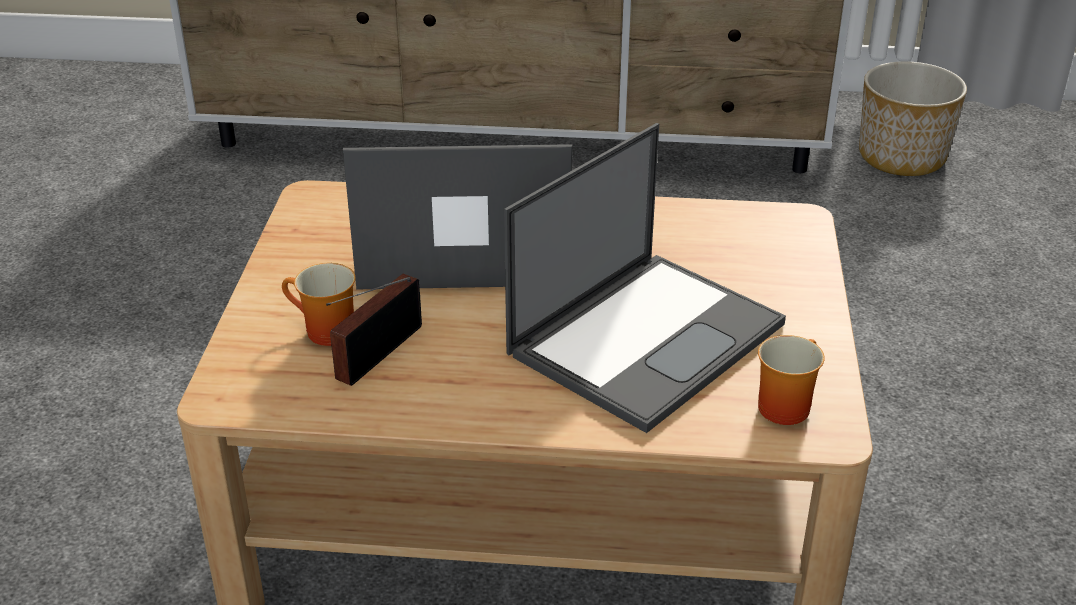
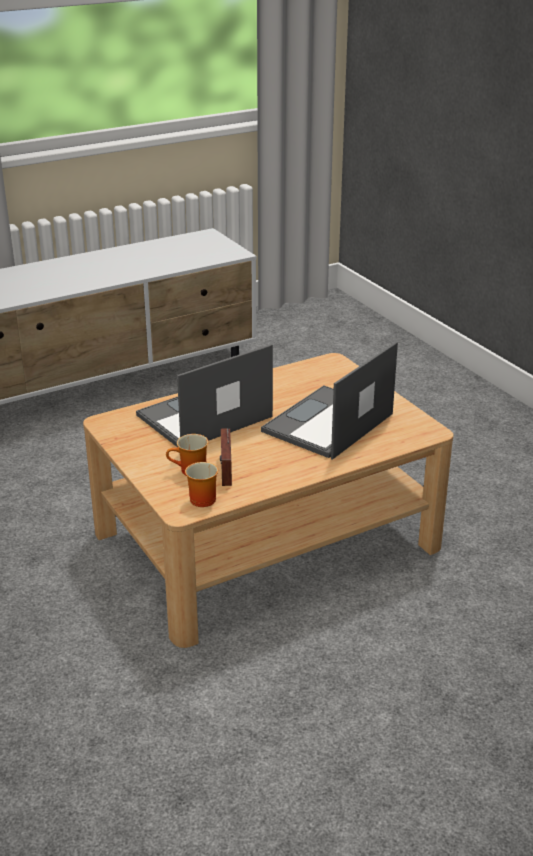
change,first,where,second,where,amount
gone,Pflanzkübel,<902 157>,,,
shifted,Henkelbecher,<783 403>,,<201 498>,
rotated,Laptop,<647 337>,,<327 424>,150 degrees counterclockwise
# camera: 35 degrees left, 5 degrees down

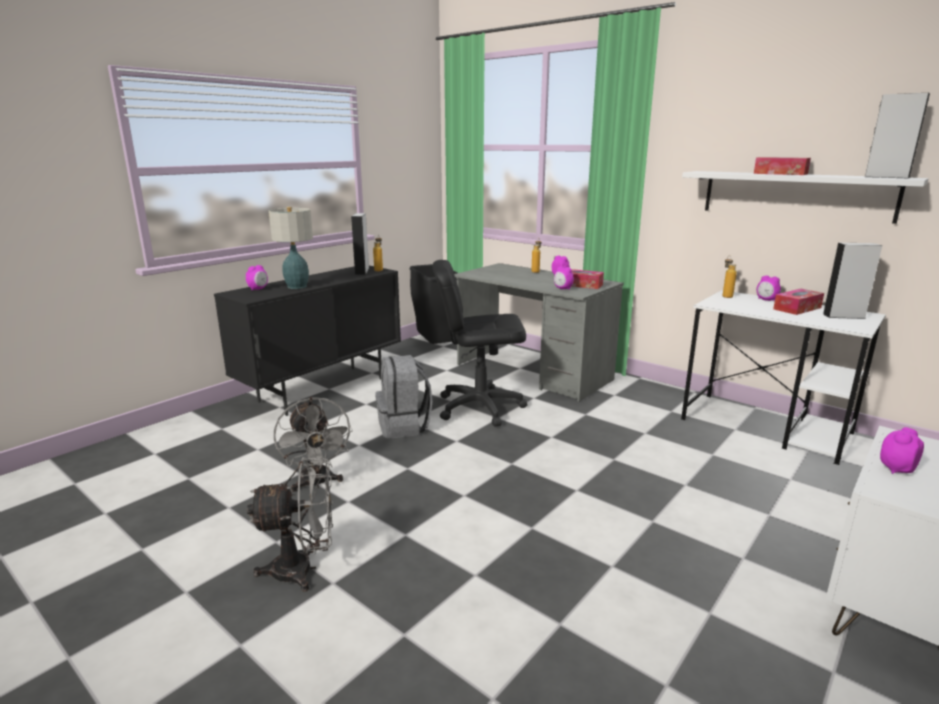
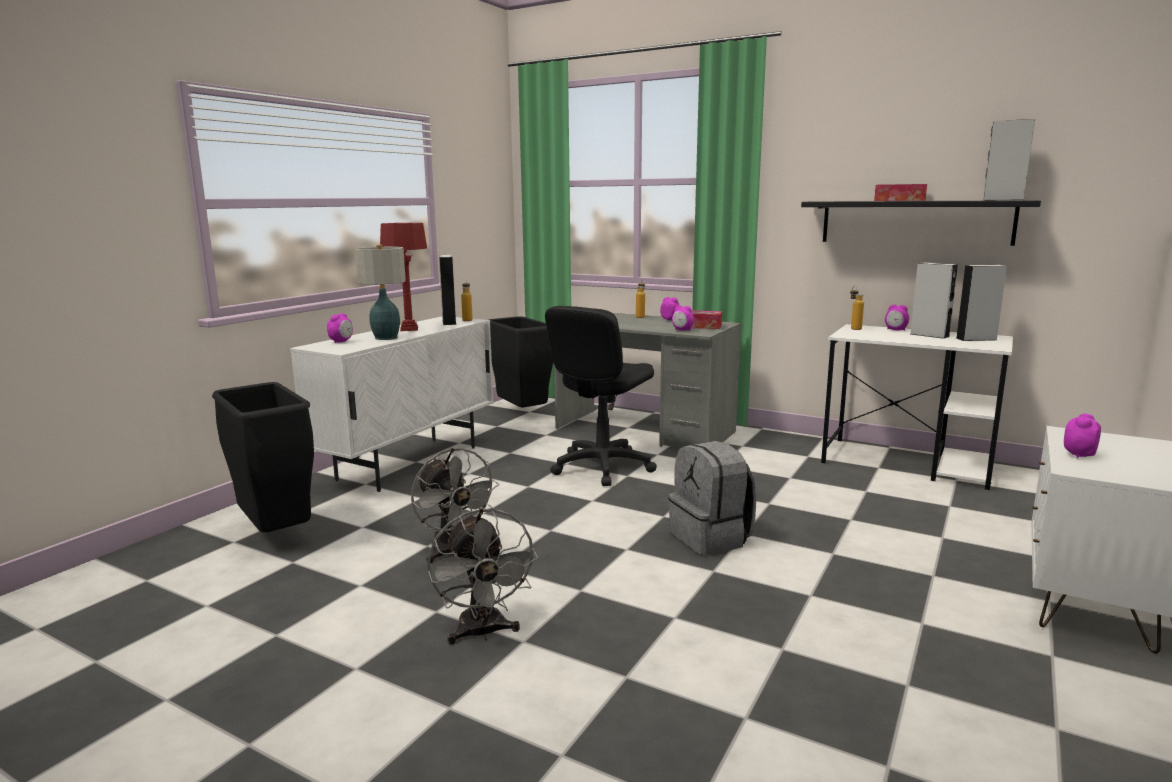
change,first,where,second,where,amount
new,,,Mülleimer (schwarz),<278 534>,
new,,,Tischlampe (rot),<409 329>,
shifted,Rucksack (grau),<404 426>,,<711 538>,
swapped,Taschentuchbox,<797 308>,Lautsprecher (grau),<929 335>,
repainted,Schrank (schwarz),<323 389>,Schrank (weiß),<409 463>,
repainted,Wandregal (weiß),<796 195>,Wandregal (schwarz),<915 222>,
rotated,Ventilator (grau),<303 569>,,<483 633>,90 degrees clockwise
rotated,Bürostuhl (schwarz),<479 407>,,<602 467>,45 degrees counterclockwise
# camera: 10 degrees left, 5 degrees down

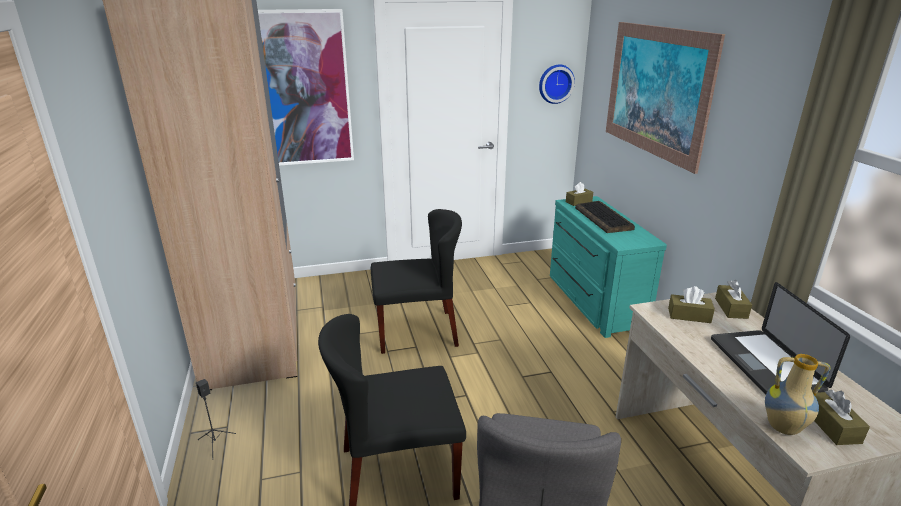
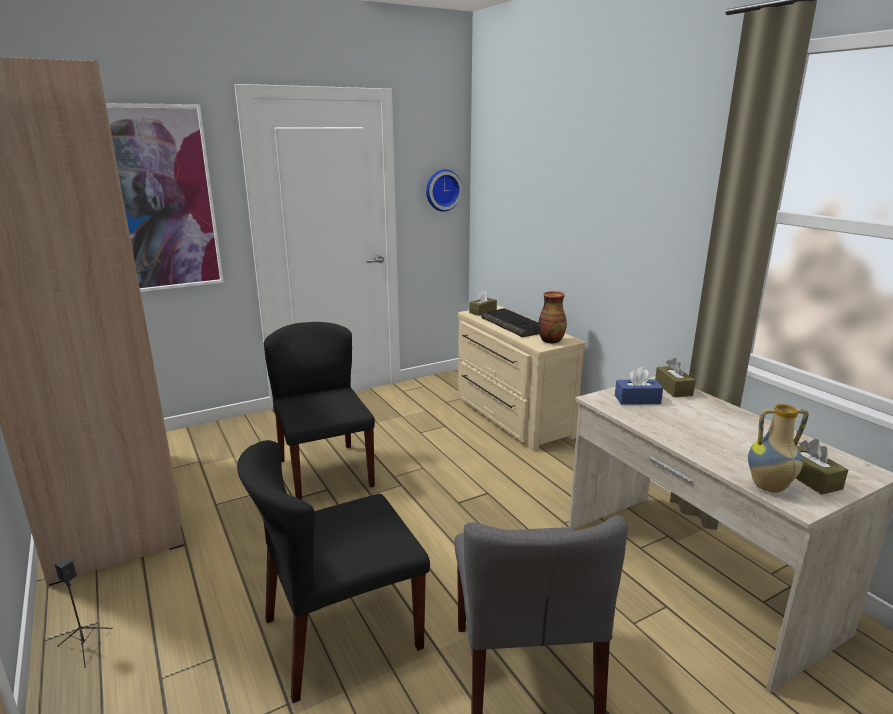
change,first,where,second,where,amount
gone,Bild,<656 91>,,,
gone,Laptop,<765 364>,,,
new,,,Vase,<550 340>,
repainted,Kommode (türkis),<592 301>,Kommode (beige),<510 417>,
repainted,Taschentuchbox (braun),<689 315>,Taschentuchbox (blau),<637 400>,
rotated,Stuhl (schwarz),<417 331>,,<324 472>,90 degrees counterclockwise
# camera: 15 degrees left, 5 degrees down

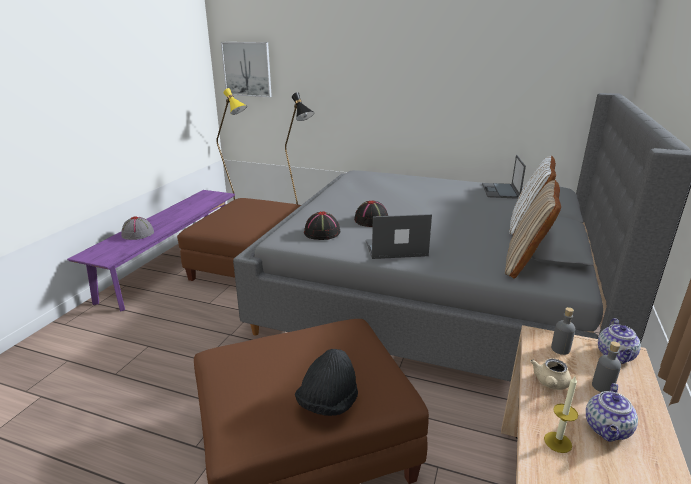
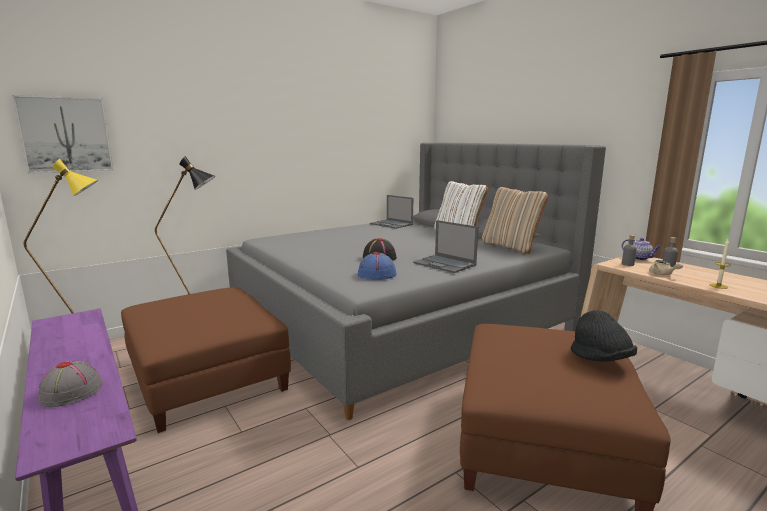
change,first,where,second,where,amount
gone,Teekanne,<607 430>,,,
repainted,Hut (schwarz),<322 233>,Hut (blau),<377 274>,
rotated,Laptop,<395 248>,,<445 264>,75 degrees counterclockwise
# camera: 55 degrees left, 10 degrees down

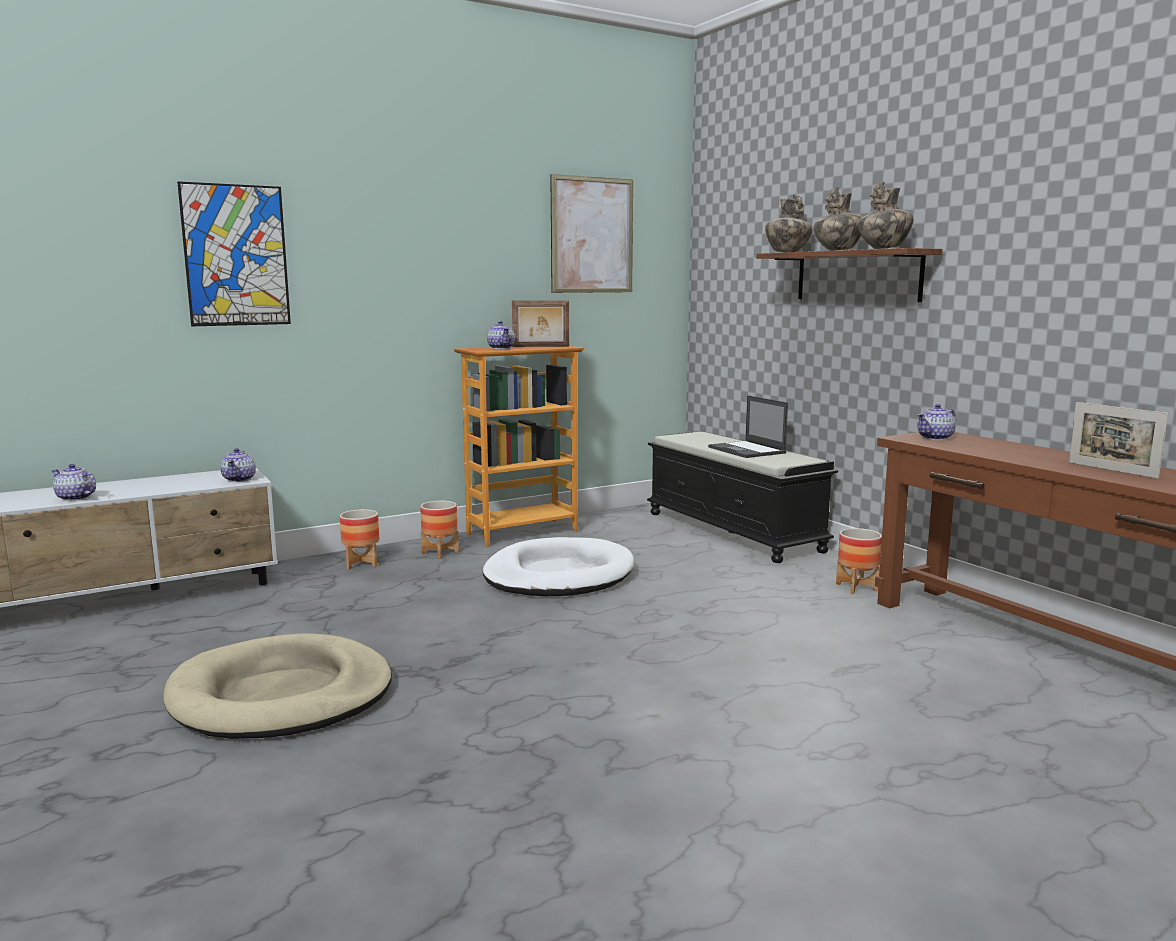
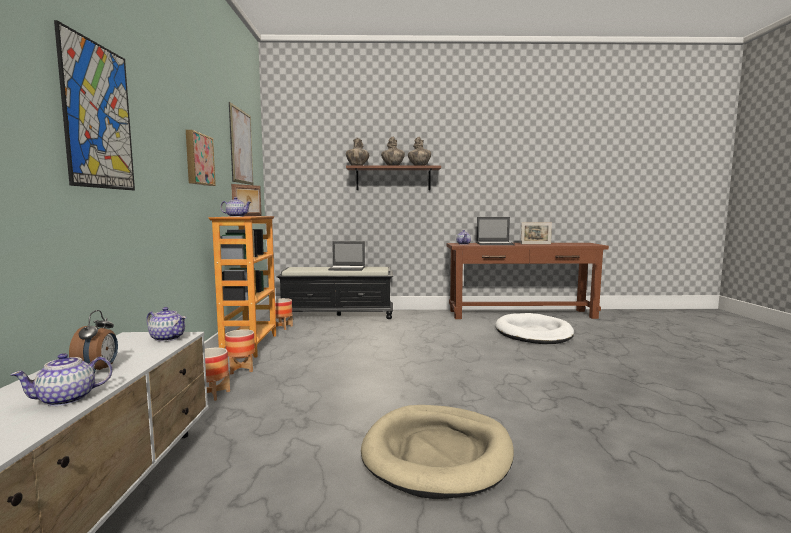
change,first,where,second,where,amount
new,,,Wecker,<98 371>,
new,,,Bild,<198 159>,
new,,,Laptop,<495 244>,
shifted,Hundebett (weiß),<558 575>,,<533 333>,
shifted,Pflanzkübel,<857 587>,,<282 327>,
# camera: 60 degrees left, 5 degrees down

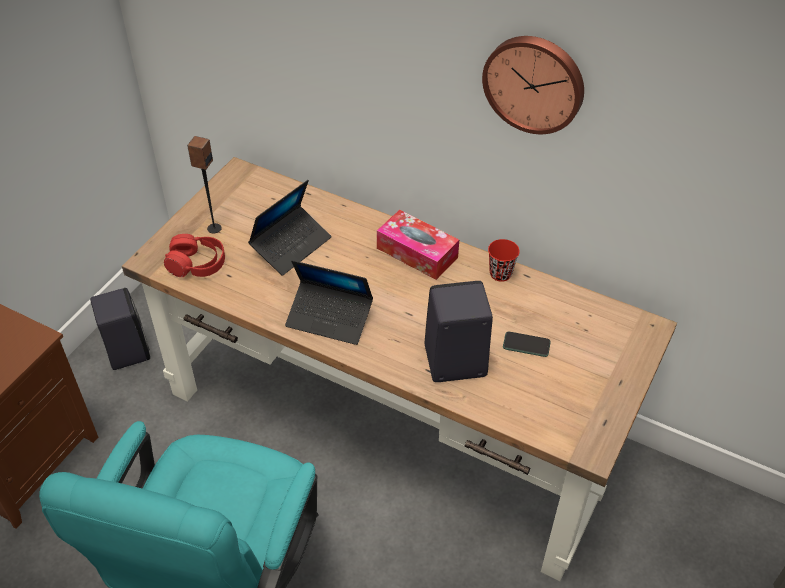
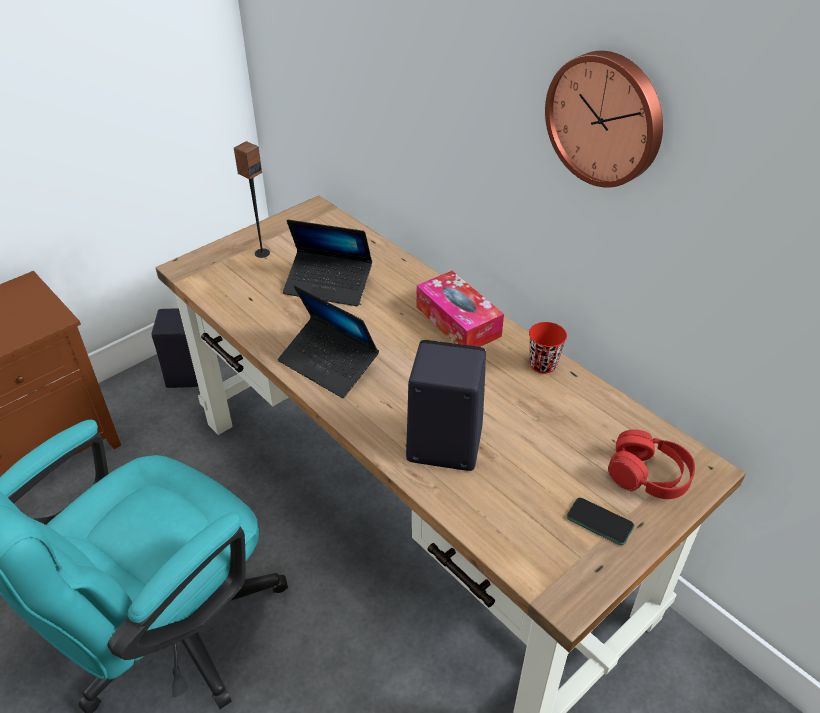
change,first,where,second,where,amount
shifted,Kopfhörer (rot),<197 264>,,<648 475>,
shifted,Handy,<526 345>,,<599 522>,
rotated,Laptop,<291 245>,,<328 285>,45 degrees clockwise
# camera: 20 degrees right, 5 degrees down

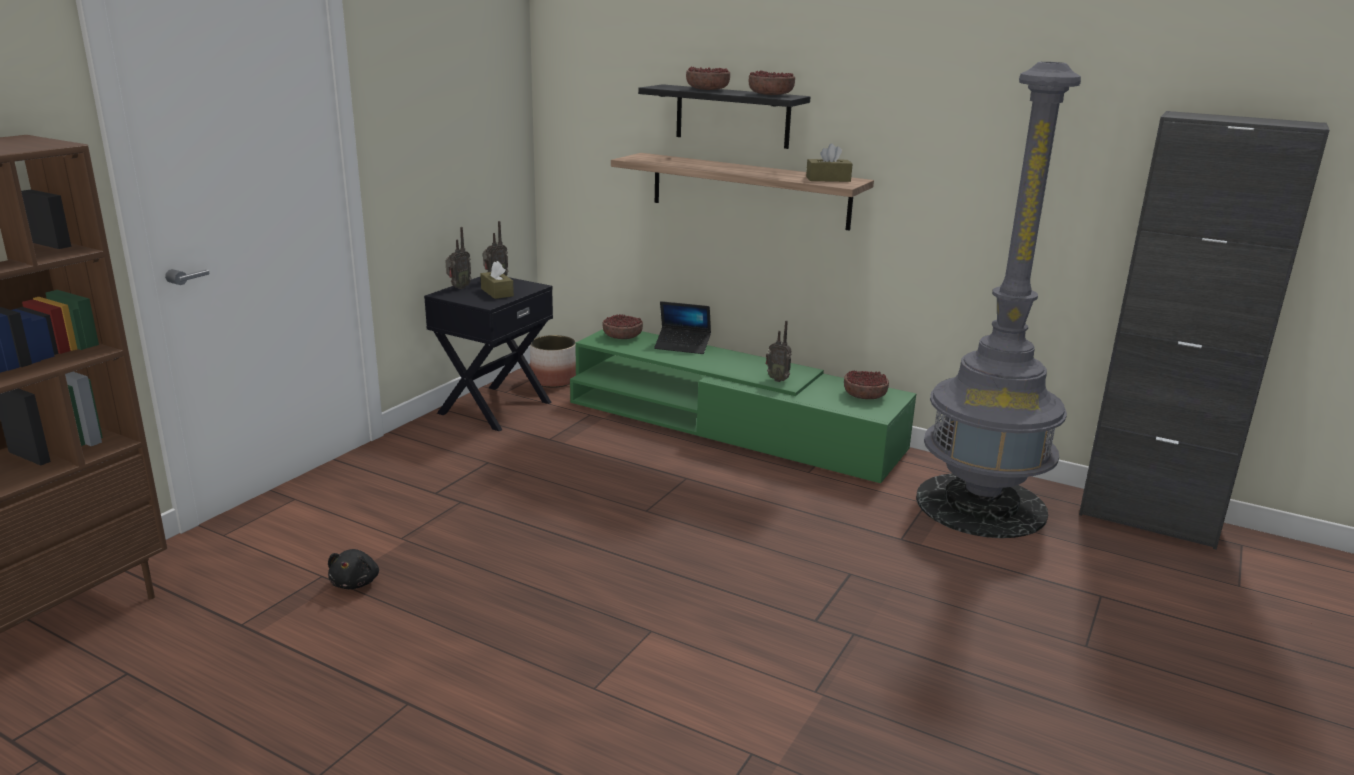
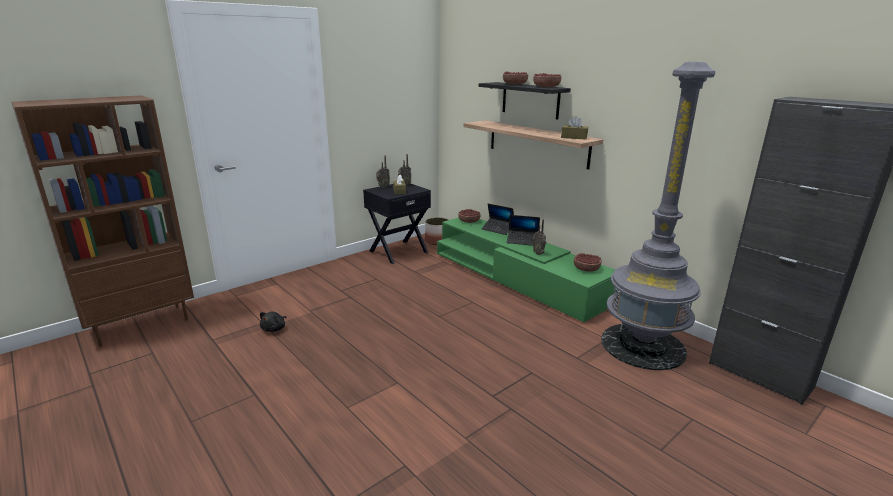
change,first,where,second,where,amount
new,,,Laptop,<522 241>,
# camera: 20 degrees right, 0 degrees up

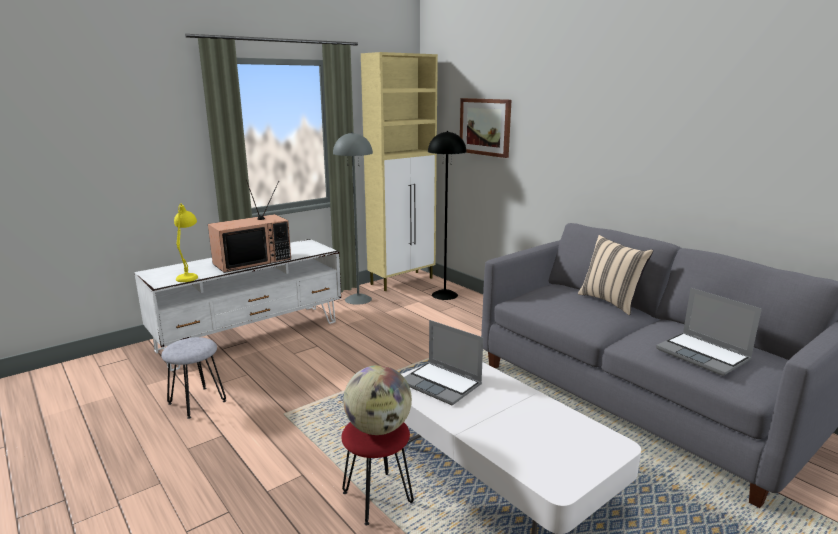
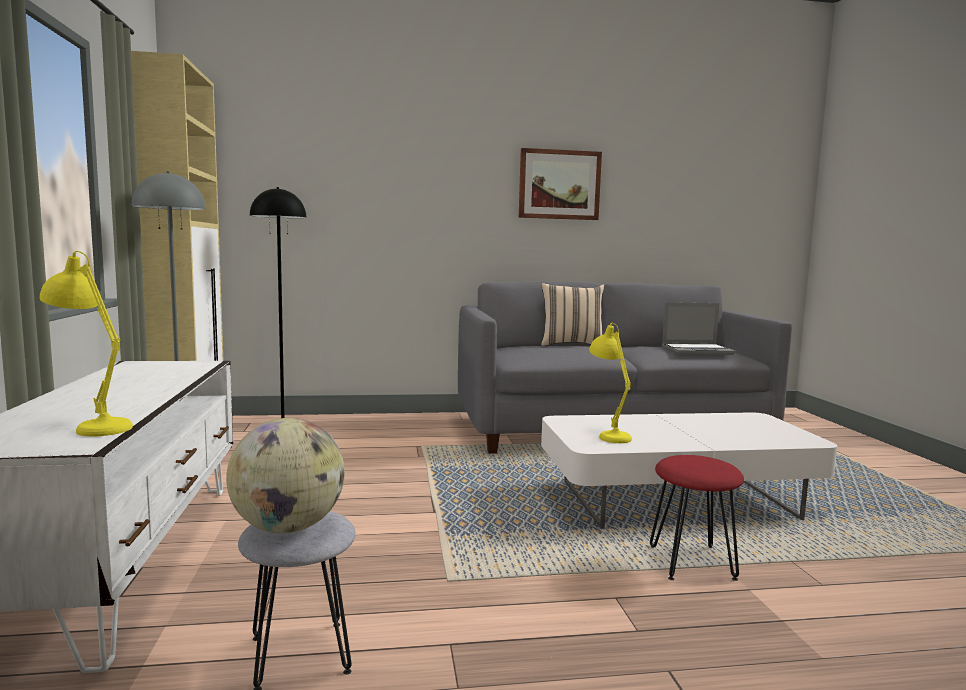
change,first,where,second,where,amount
gone,Fernseher,<253 261>,,,
shifted,Globus,<378 428>,,<288 527>,
shifted,Bild,<485 127>,,<559 185>,
swapped,Laptop,<442 384>,Tischlampe (gelb),<608 434>,
# camera: 60 degrees left, 10 degrees down

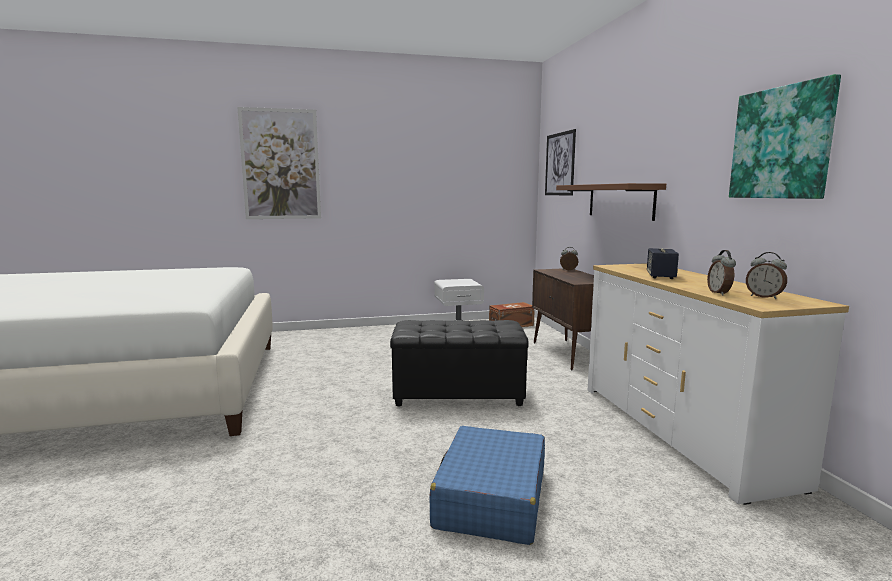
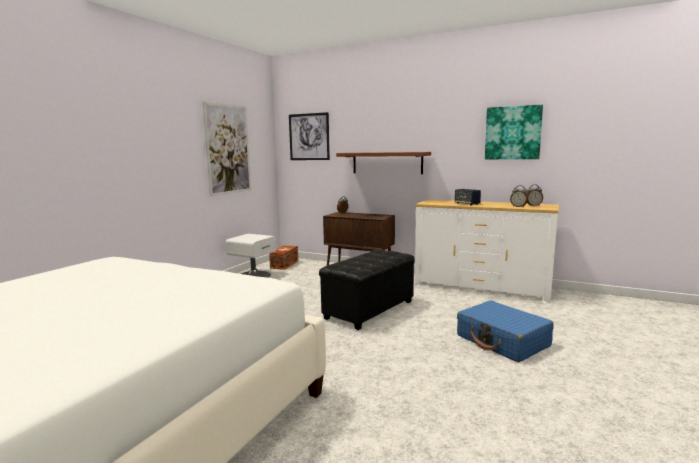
change,first,where,second,where,amount
shifted,Bild,<280 164>,,<228 149>,
# camera: 50 degrees left, 0 degrees up

